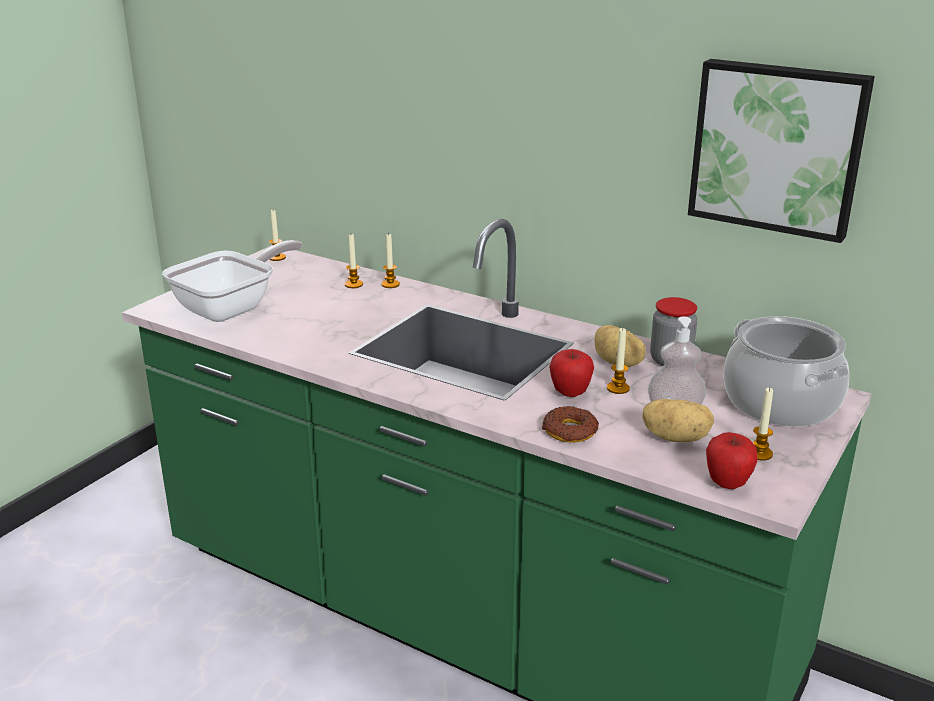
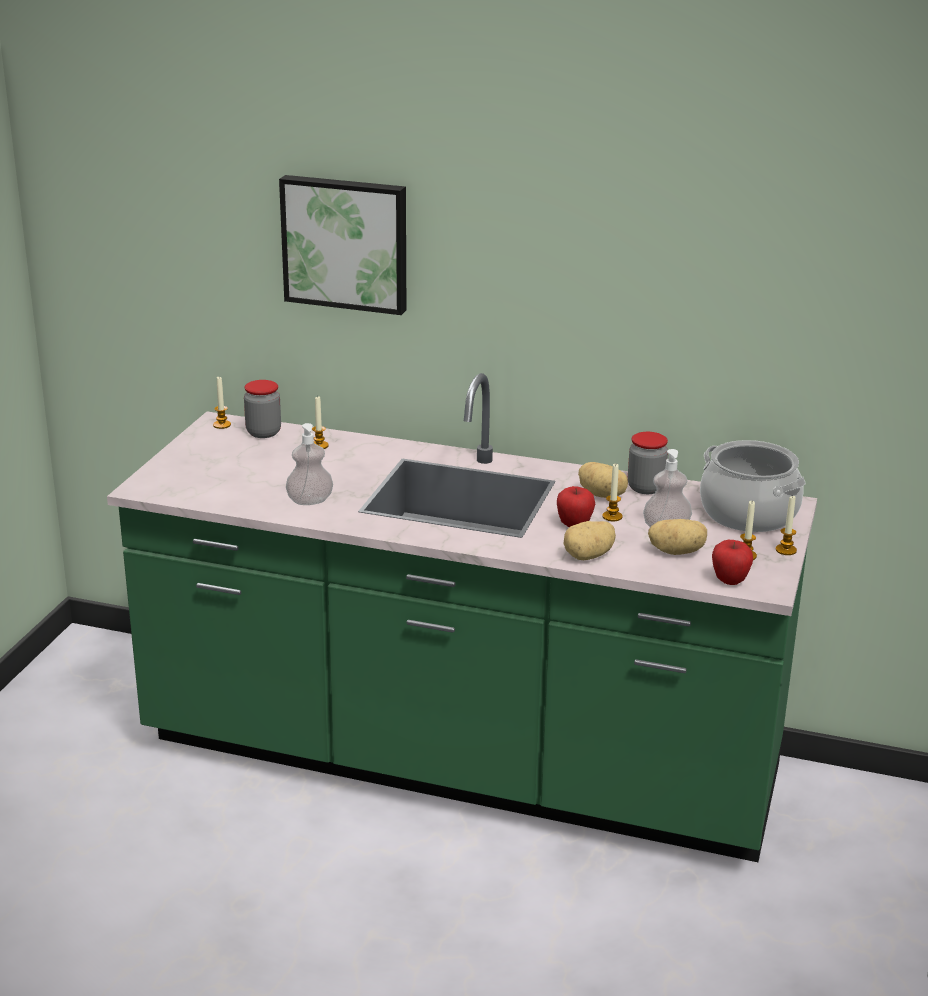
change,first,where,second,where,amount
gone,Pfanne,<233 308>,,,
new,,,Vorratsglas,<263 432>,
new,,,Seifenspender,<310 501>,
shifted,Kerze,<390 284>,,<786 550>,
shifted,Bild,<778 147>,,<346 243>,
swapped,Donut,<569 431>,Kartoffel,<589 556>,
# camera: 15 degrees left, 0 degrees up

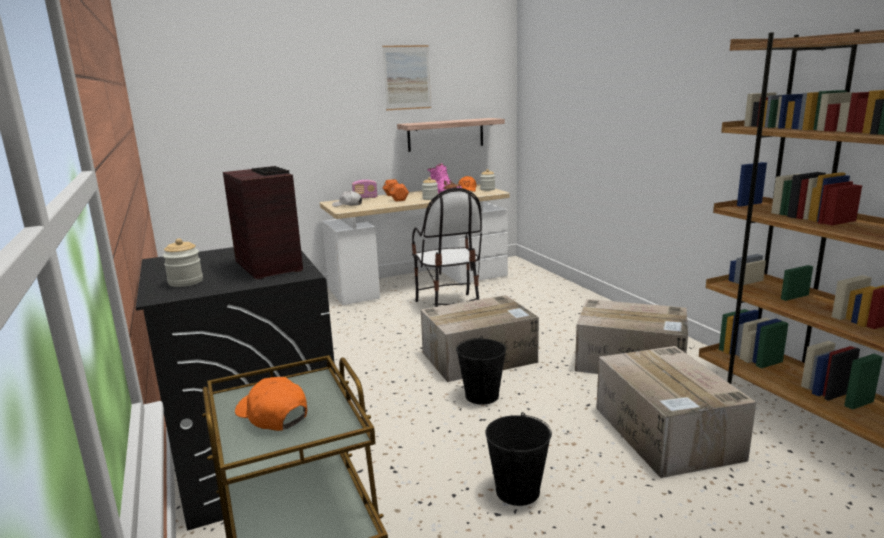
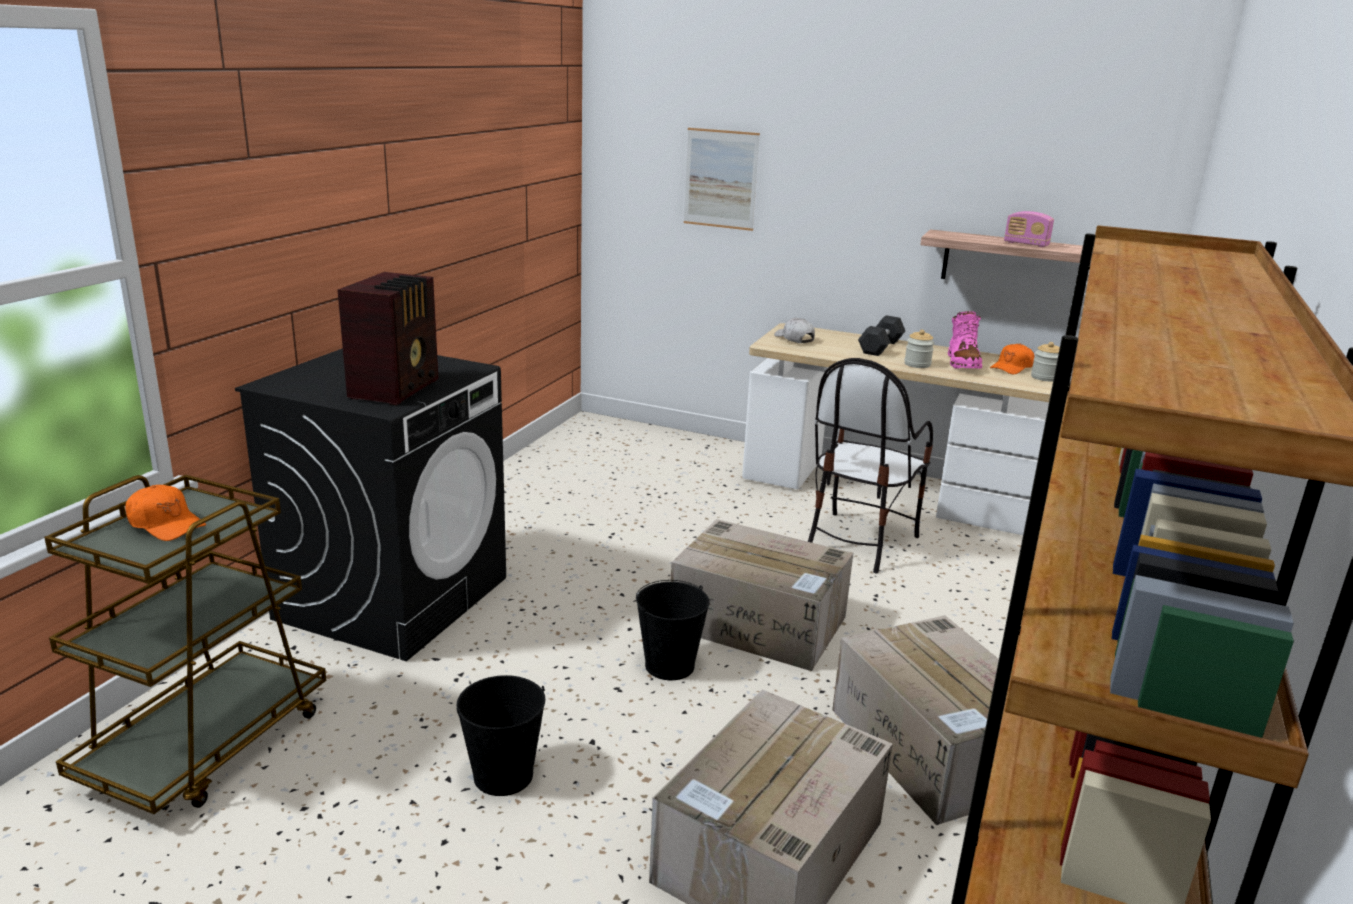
change,first,where,second,where,amount
gone,Vorratsglas,<185 282>,,,
shifted,Radio,<365 198>,,<1026 244>,
shifted,Bild,<407 77>,,<720 179>,
repainted,Hantel (orange),<395 197>,Hantel (schwarz),<880 347>,
rotated,Kappe (orange),<272 415>,,<166 524>,120 degrees clockwise
# camera: 45 degrees right, 5 degrees up

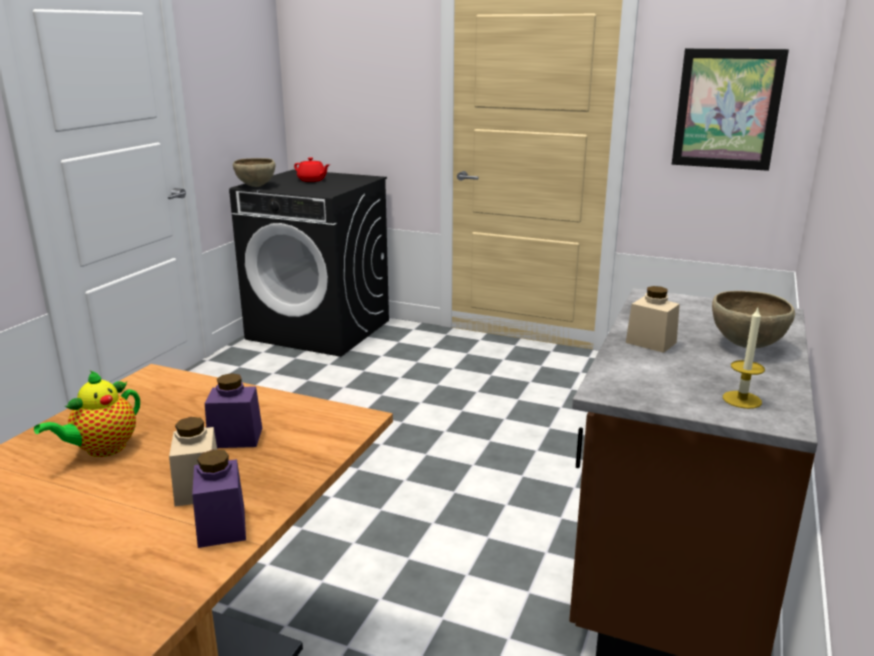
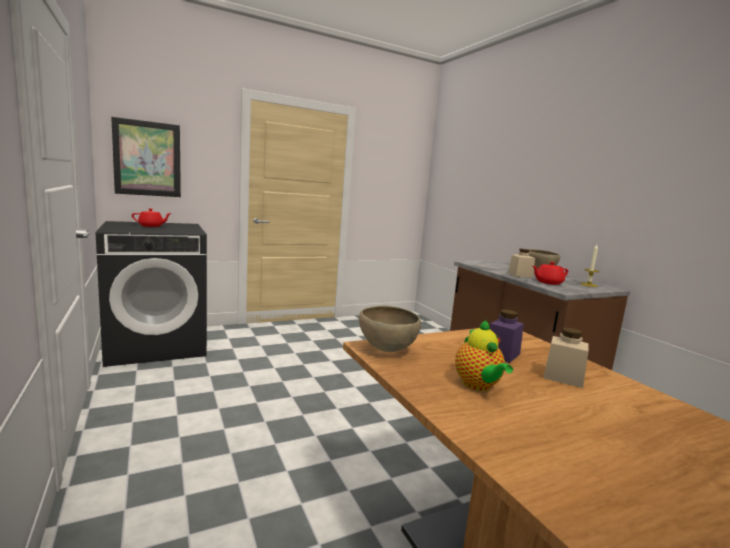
change,first,where,second,where,amount
gone,Vorratsglas (lila),<222 526>,,,
new,,,Teekanne (rot),<548 282>,
shifted,Schüssel (braun),<255 186>,,<386 350>,
shifted,Bild,<727 109>,,<147 158>,
# camera: 50 degrees left, 10 degrees down

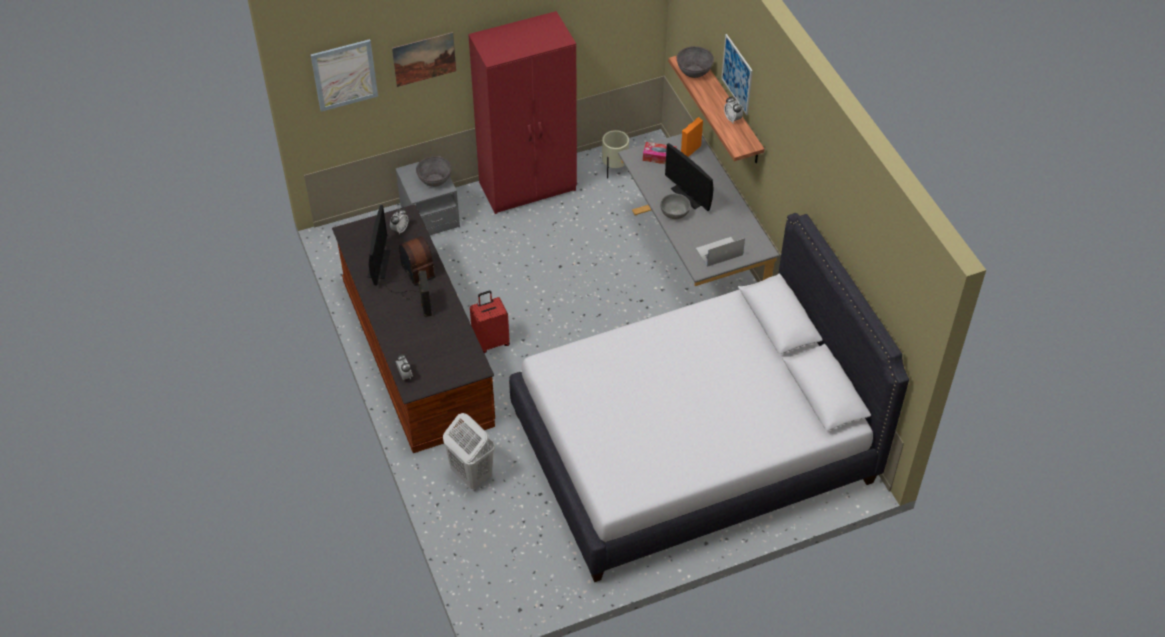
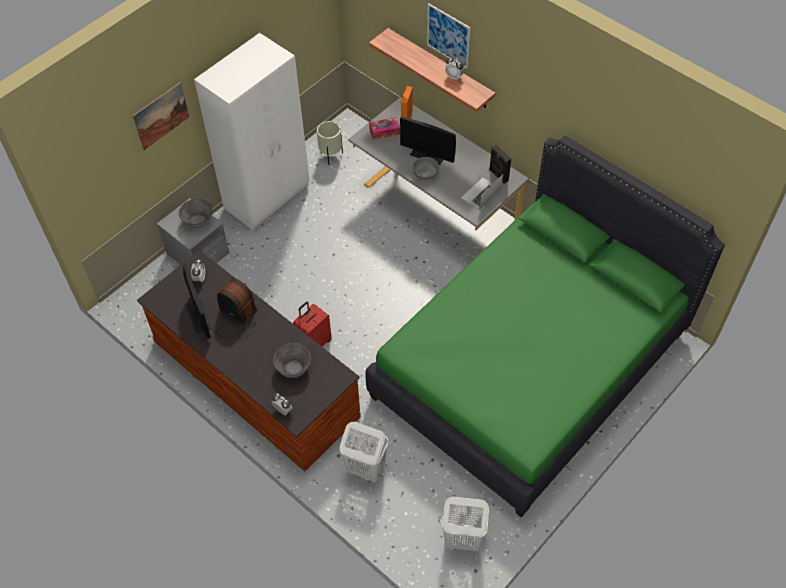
change,first,where,second,where,amount
gone,Bild,<344 75>,,,
new,,,Wäschekorb (weiß),<462 538>,
shifted,Lautsprecher (schwarz),<425 306>,,<498 175>,
shifted,Schüssel (grau),<694 71>,,<293 367>,
repainted,Kleiderschrank (rot),<529 187>,Kleiderschrank (weiß),<268 196>,
repainted,Bett (weiß),<692 446>,Bett (grün),<528 364>,
# camera: 25 degrees left, 5 degrees up

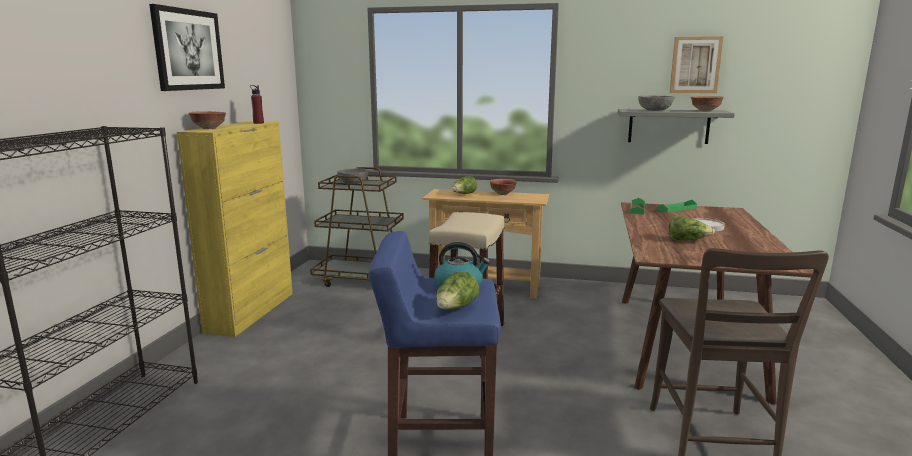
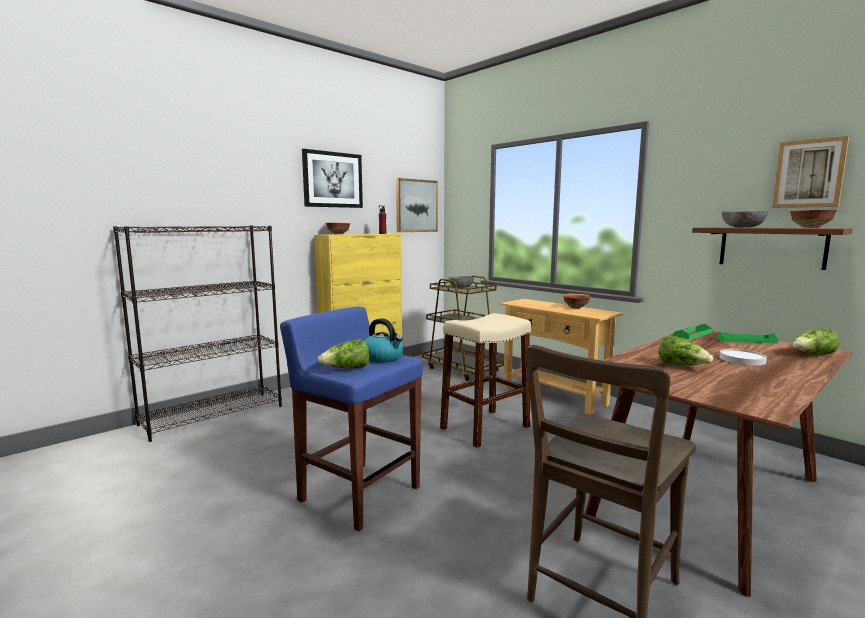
change,first,where,second,where,amount
new,,,Bild,<416 206>,
shifted,Salatkopf,<464 194>,,<813 355>,
repainted,Wandregal (grau),<668 126>,Wandregal (braun),<771 247>,
# camera: 35 degrees right, 5 degrees down

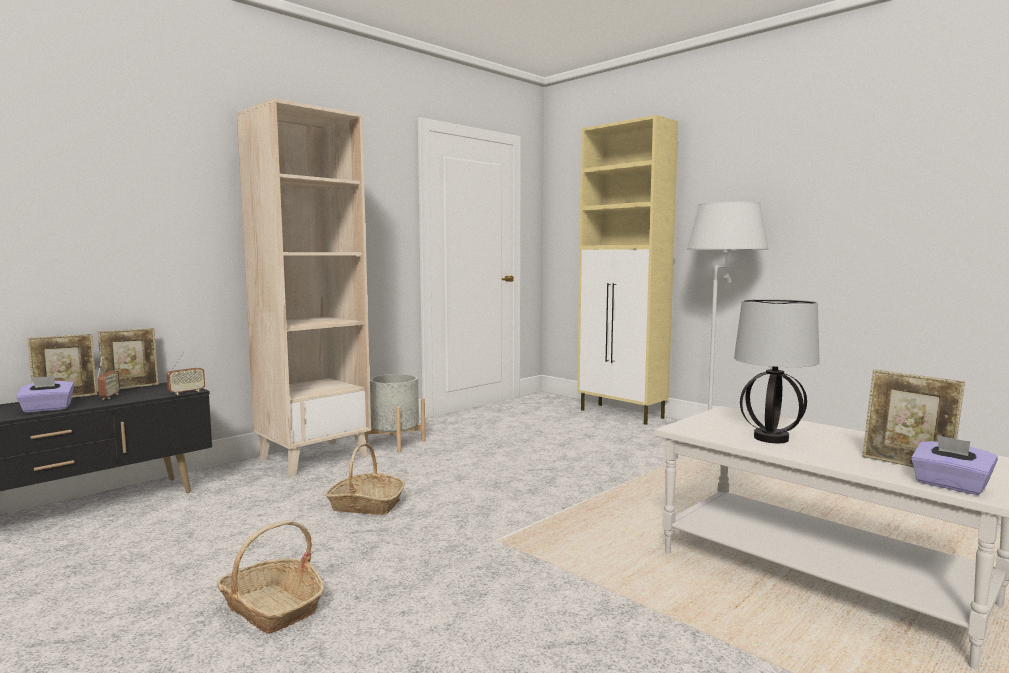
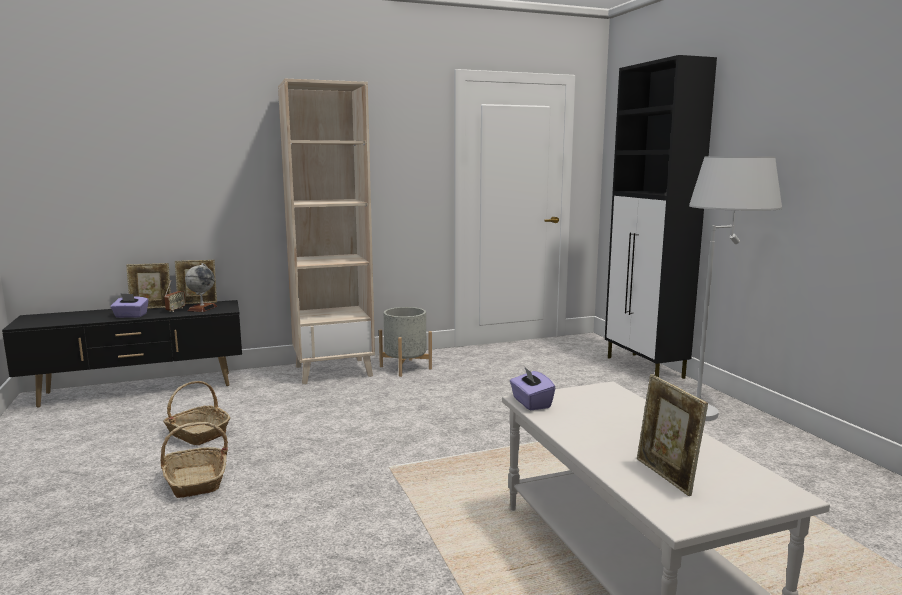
change,first,where,second,where,amount
gone,Radio,<186 392>,,,
gone,Tischlampe,<771 438>,,,
new,,,Globus,<202 308>,
shifted,Korb,<366 505>,,<197 433>,
shifted,Taschentuchbox (lila),<950 485>,,<531 403>,
repainted,Schrank (beige),<622 414>,Schrank (schwarz),<645 368>,
# camera: 25 degrees right, 5 degrees up

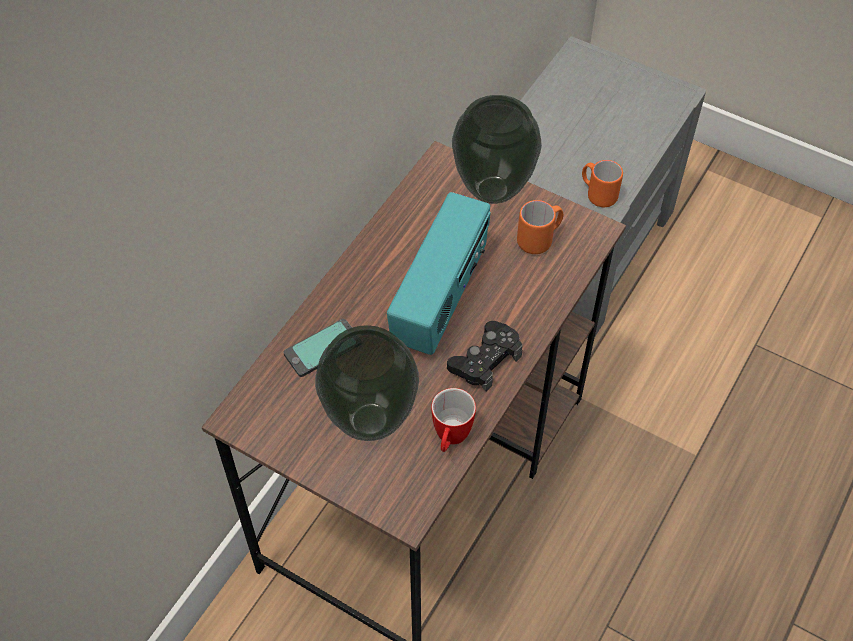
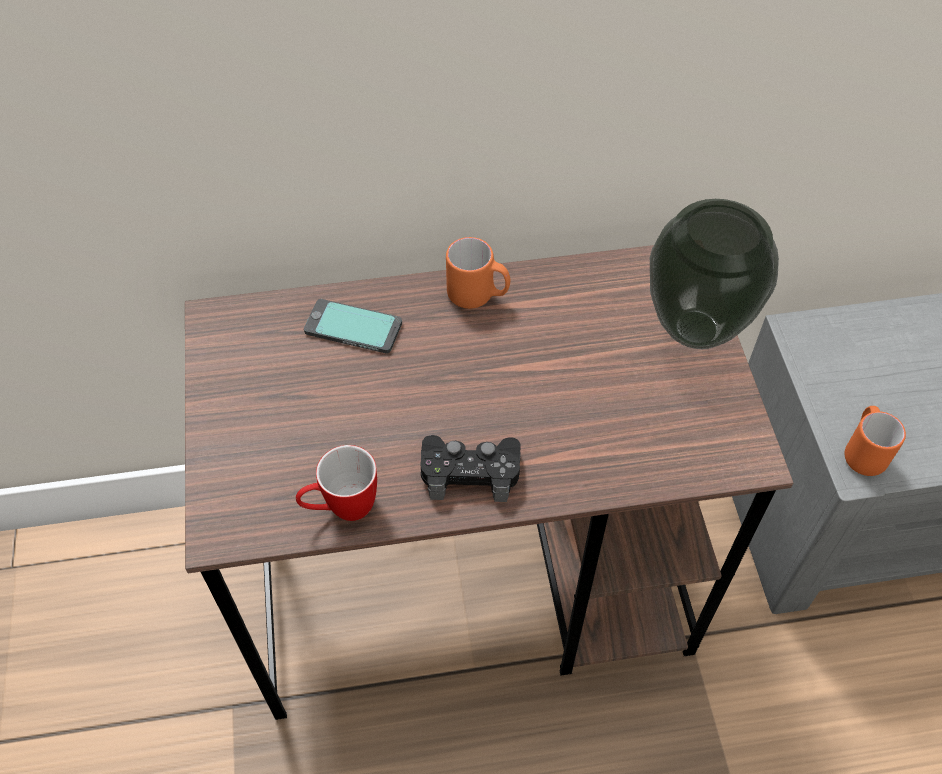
change,first,where,second,where,amount
gone,Vase,<368 421>,,,
gone,Radio,<441 299>,,,
shifted,Henkelbecher (orange),<539 239>,,<478 295>,
# camera: 50 degrees right, 0 degrees up

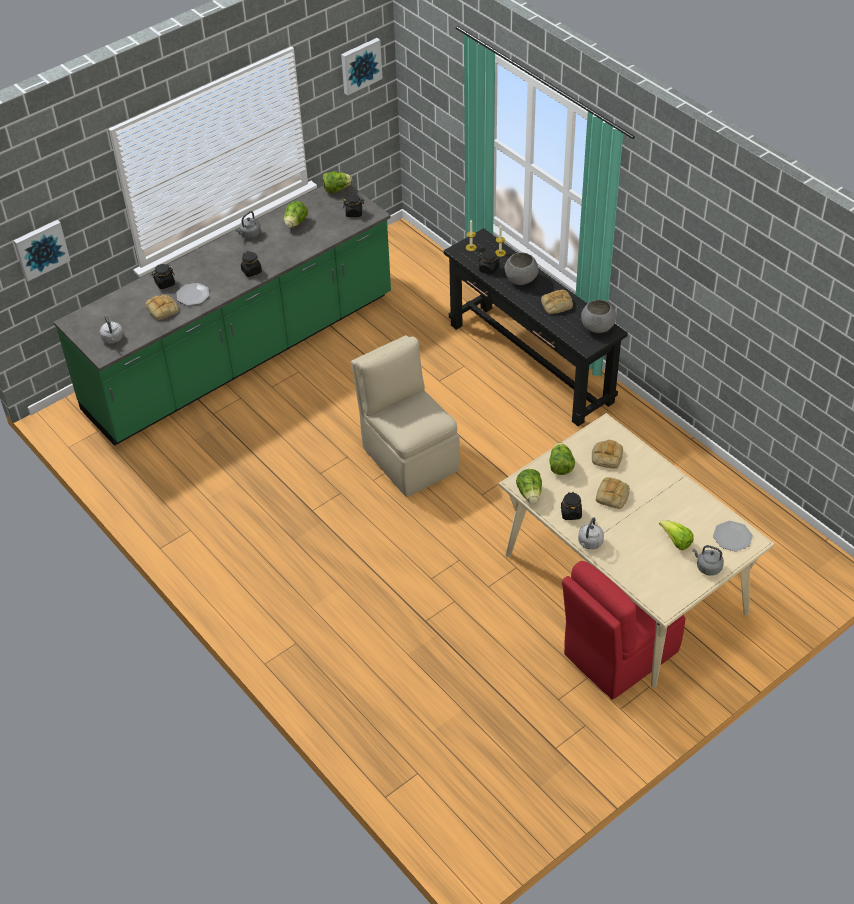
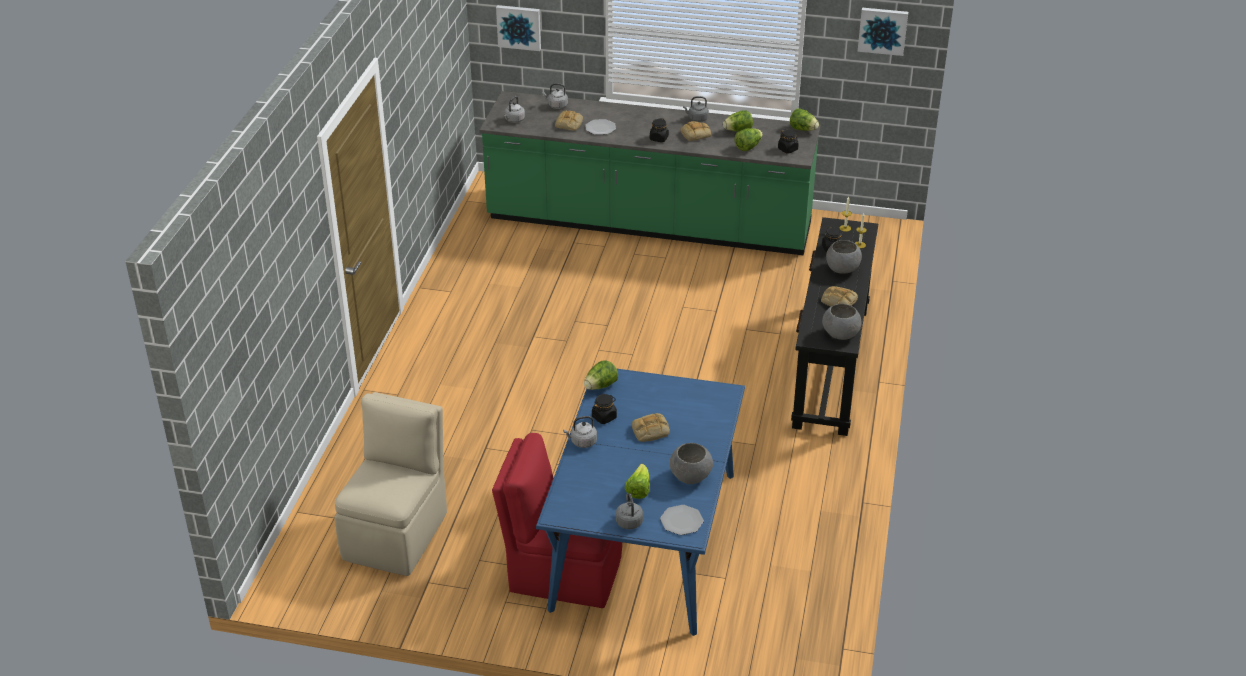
change,first,where,second,where,amount
gone,Vorratsglas (schwarz),<165 283>,,,
new,,,Wasserkessel (grau),<556 106>,
new,,,Schüssel (grau),<690 477>,
shifted,Stuhl (beige),<409 457>,,<397 534>,
shifted,Salatkopf,<560 466>,,<748 147>,
shifted,Brot,<606 456>,,<695 134>,
repainted,Esstisch (beige),<623 583>,Esstisch (blau),<644 539>,
# camera: 50 degrees right, 10 degrees down

